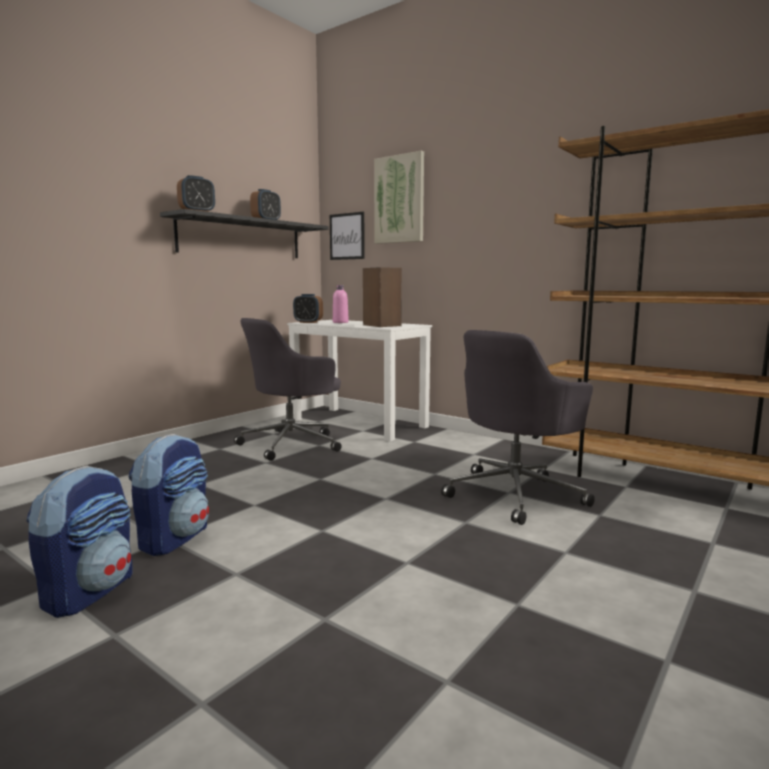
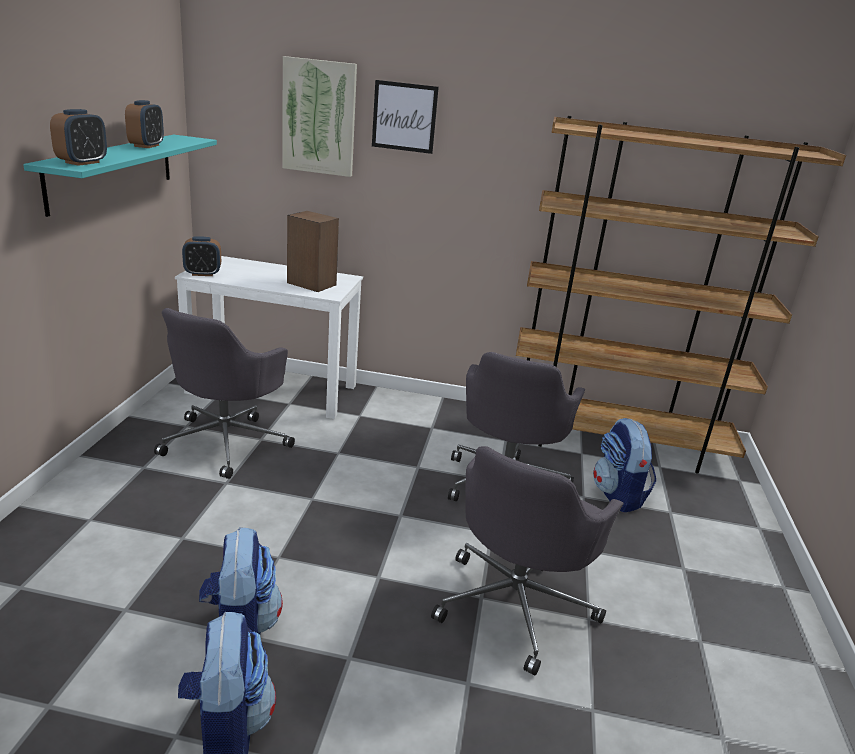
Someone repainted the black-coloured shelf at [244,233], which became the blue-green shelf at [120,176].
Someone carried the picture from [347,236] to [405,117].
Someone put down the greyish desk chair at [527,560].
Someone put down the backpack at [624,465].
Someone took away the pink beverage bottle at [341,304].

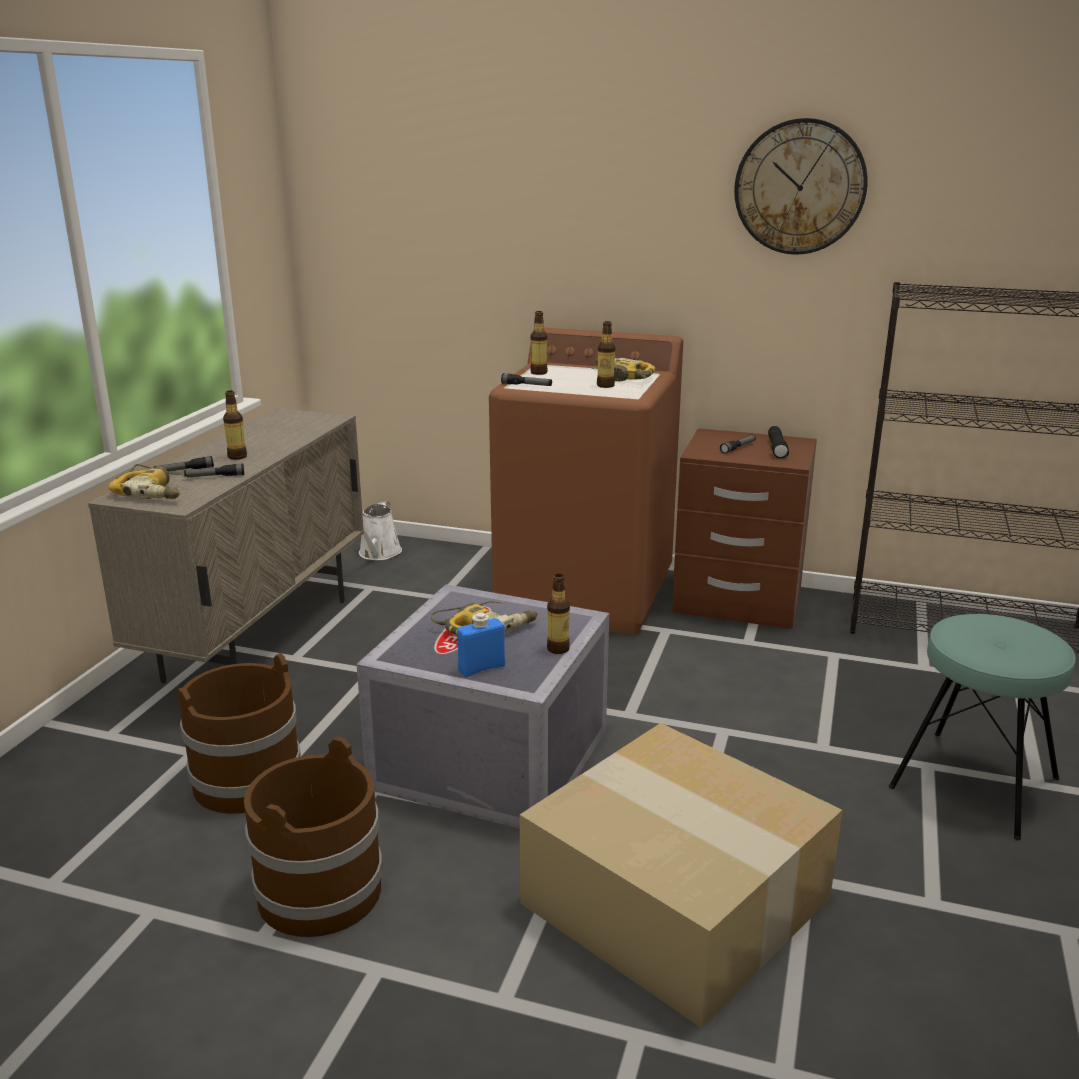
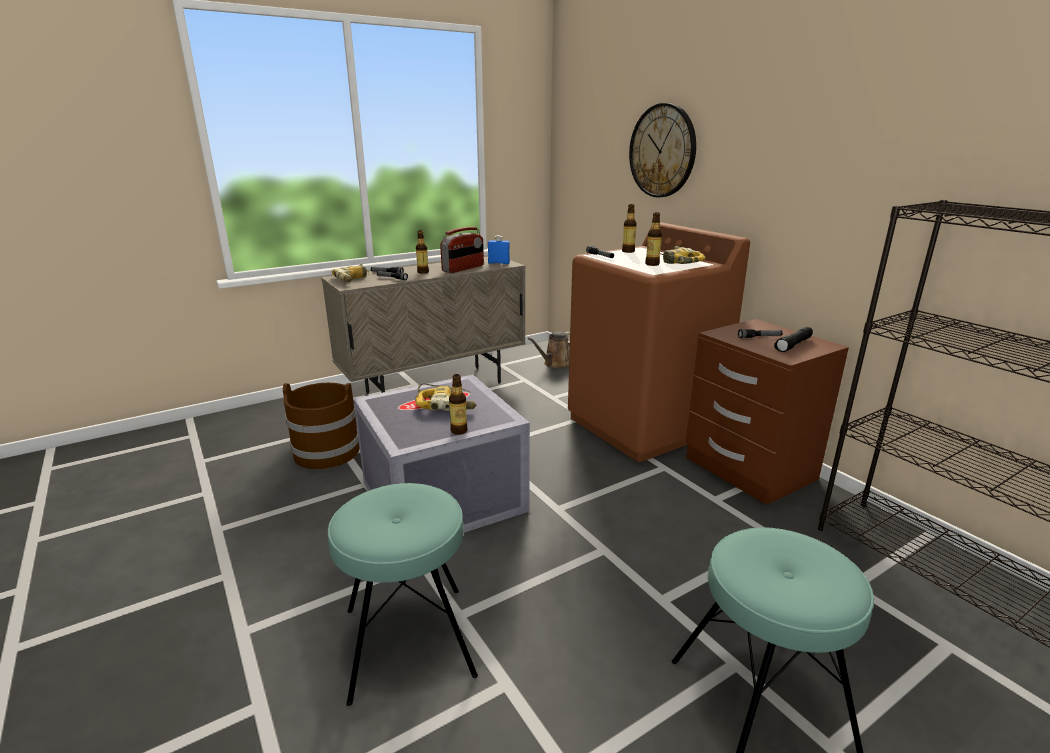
Someone swapped the packing box at [681,875] for the blue-green stool seat at [403,594].
Someone put down the radio at [462,250].
Someone carried the blue beverage bottle from [481,644] to [499,249].
Someone repainted the white sprinkling can at [380,530], which became the brown-coloured sprinkling can at [549,350].
Someone carried the wall clock from [801,186] to [662,150].
Someone took away the brown-coloured pail at [313,836].

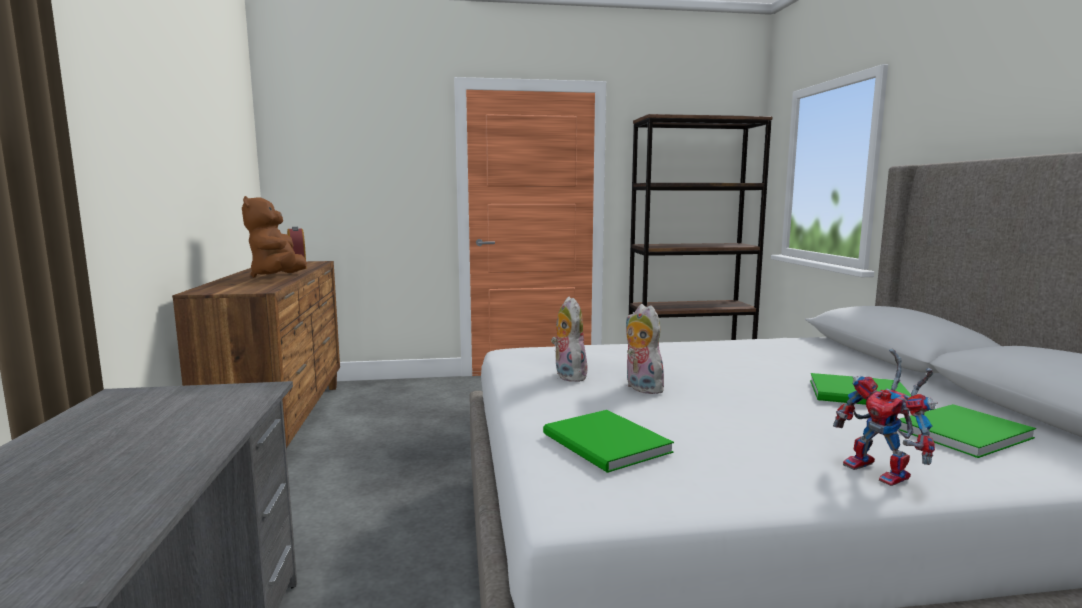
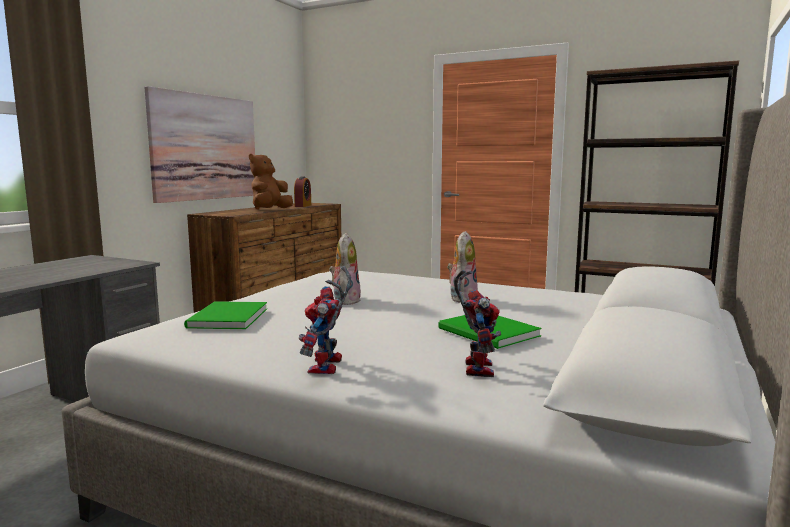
Someone put up the picture at [199,144].
Someone carried the cuddly toy from [569,339] to [462,266].
Someone swapped the green book at [967,431] for the robot figure at [477,323].

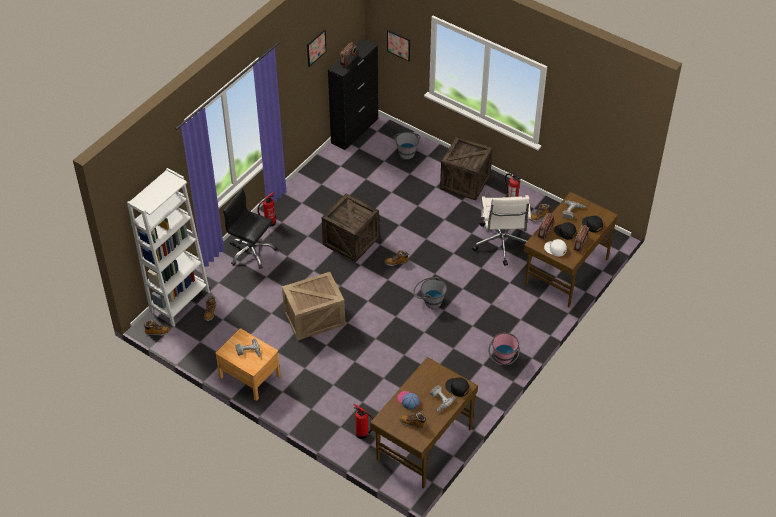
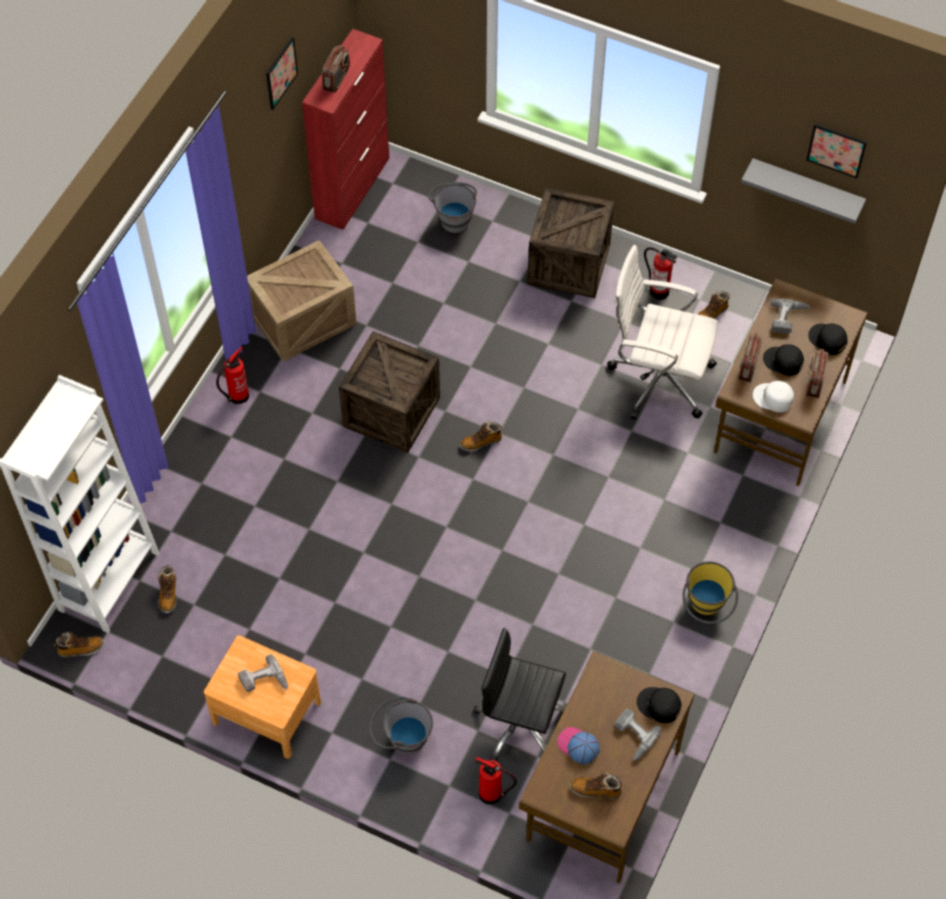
Someone carried the packing crate from [313,306] to [302,301].
Someone repainted the black-coloured cabinet at [353,94], which became the red cabinet at [345,129].
Someone carried the greyish pail from [430,293] to [401,725].
Someone carried the black-coloured desk chair from [250,229] to [519,694].
Someone rotated the white desk chair at [501,230] by 120 degrees clockwise.
Someone repainted the pink pail at [504,349], which became the yellow pail at [710,592].
Someone put up the greyish shelf at [803,191].
Someone carried the picture from [398,46] to [836,151].

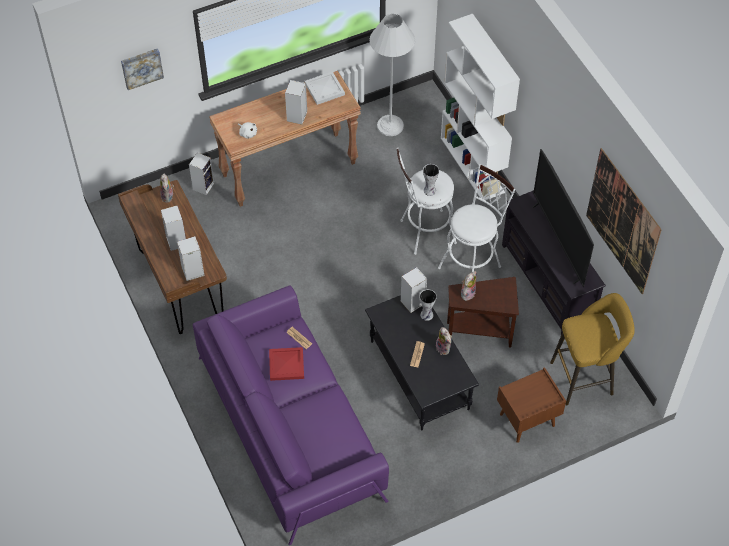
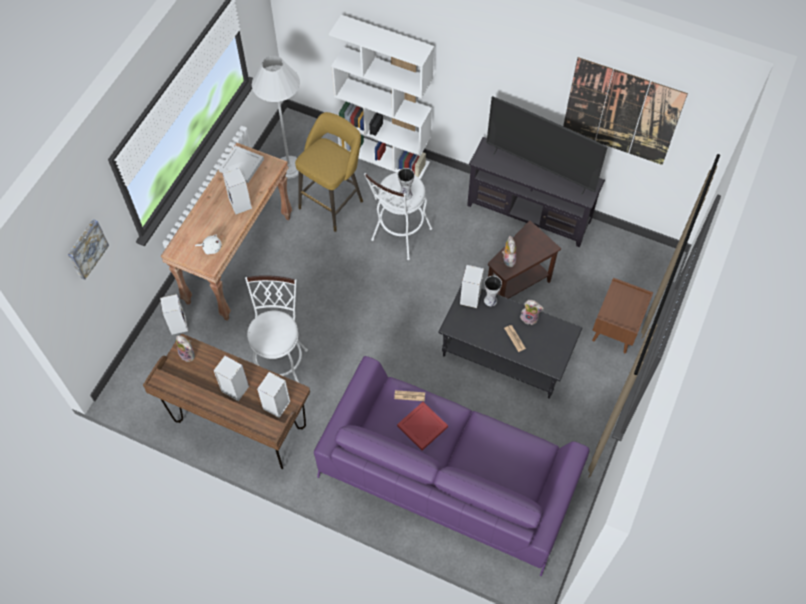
Someone carried the white stool seat from [477,218] to [276,329].
Someone carried the yellow stool seat from [592,349] to [329,172].

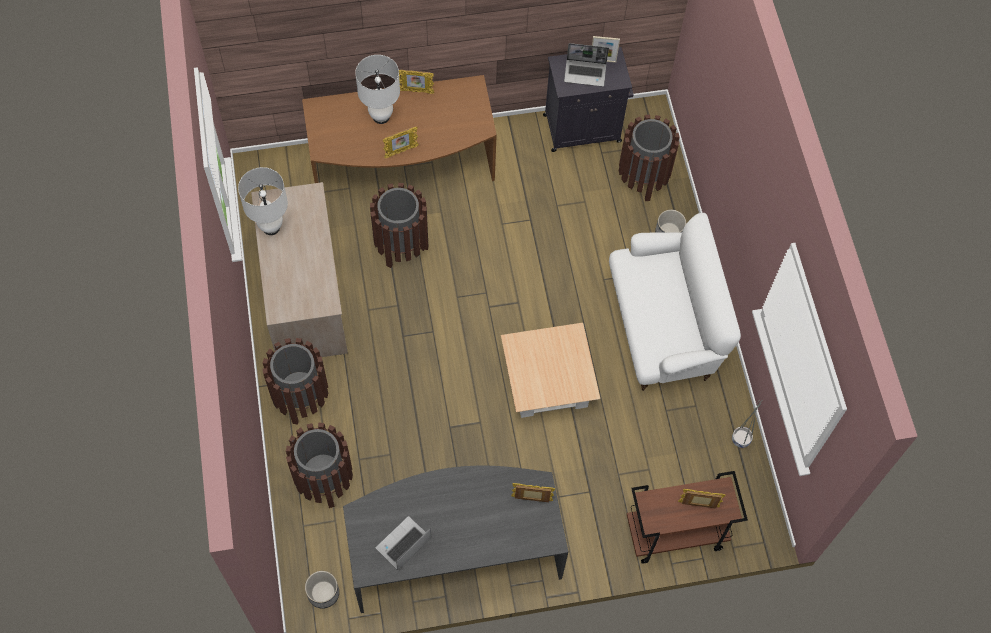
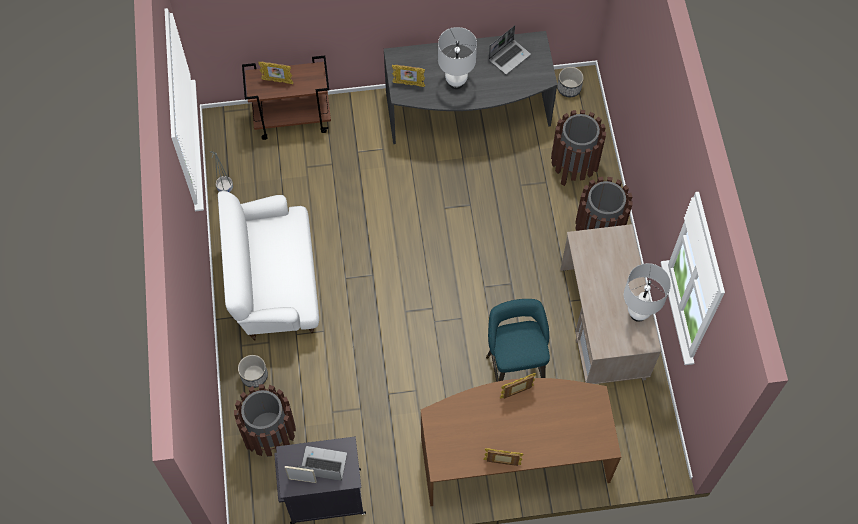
Someone carried the white lamp for a table from [377,89] to [457,58].
Someone swapped the brown-coloured trash can at [399,225] for the blue-green stool seat at [518,340].
Someone took away the beige-coloured low table at [550,370].

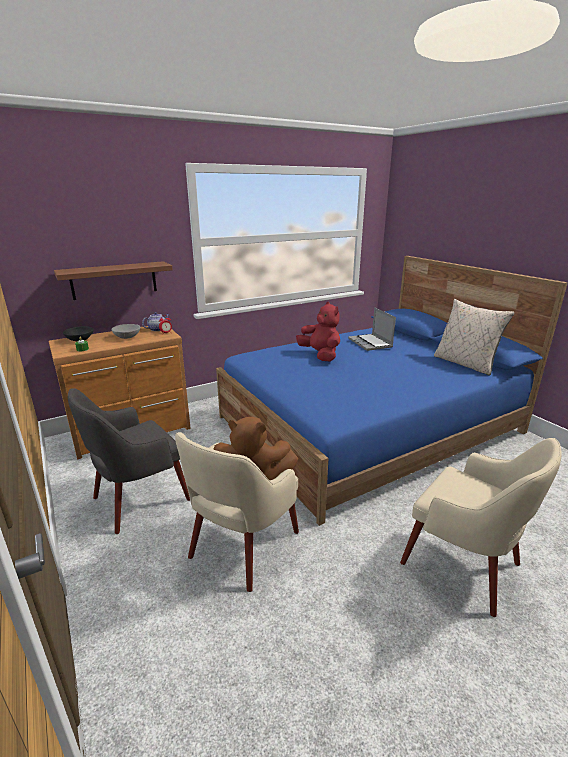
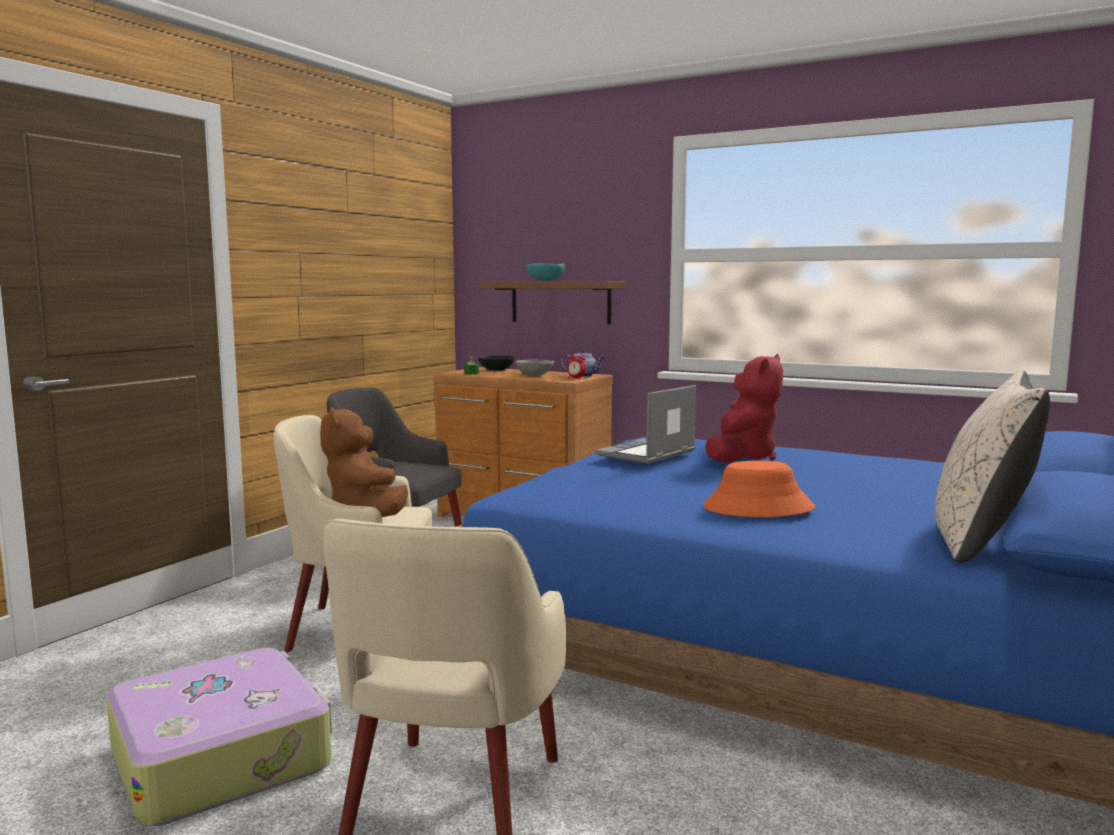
Someone put down the suitcase at [219,737].
Someone put down the blue-green deep dish at [545,272].
Someone carried the notebook computer from [372,329] to [646,424].
Someone put down the orangey hat at [759,488].

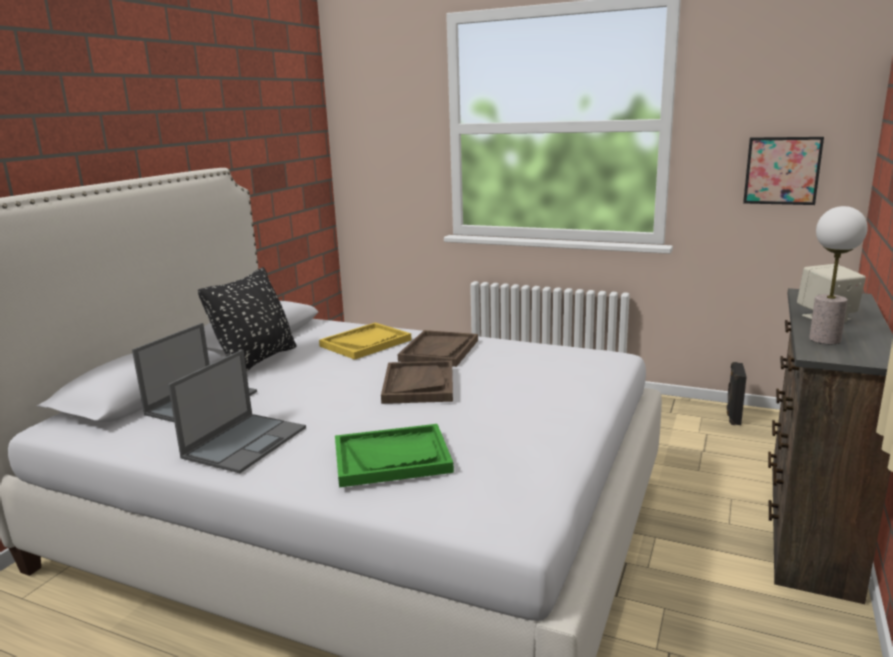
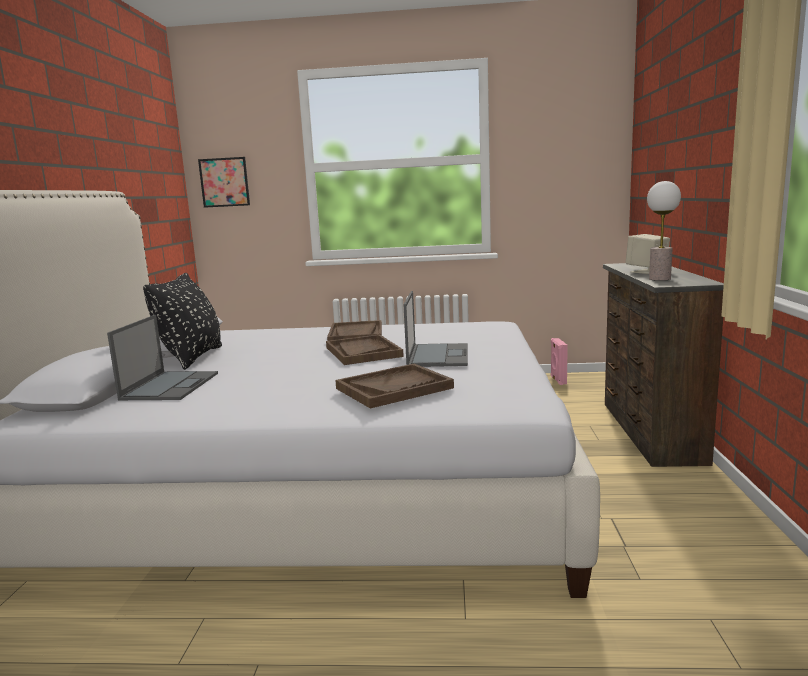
Someone carried the picture from [783,171] to [224,182].
Someone repainted the green tray at [394,455], which became the brown-coloured tray at [394,386].
Someone carried the notebook computer from [237,411] to [436,329].
Someone repainted the black-coloured audio speaker at [737,393], which became the pink audio speaker at [559,361].
Someone took away the yellow tray at [365,341].

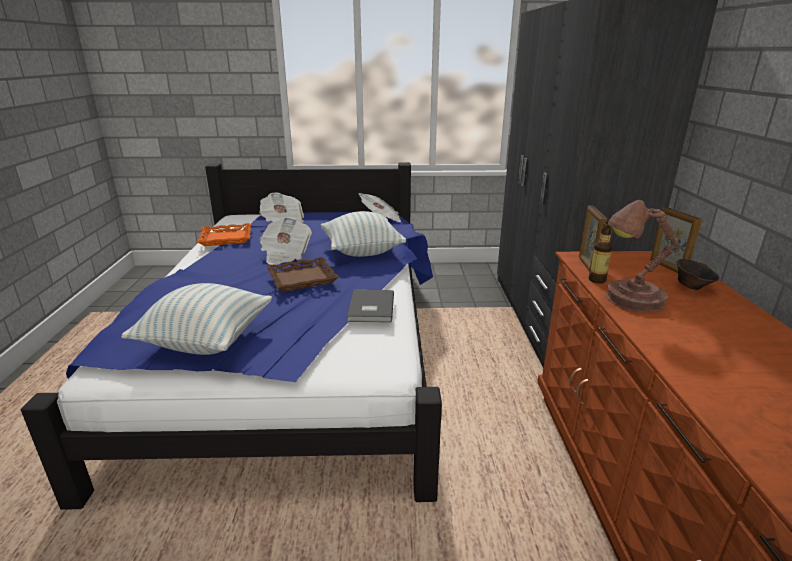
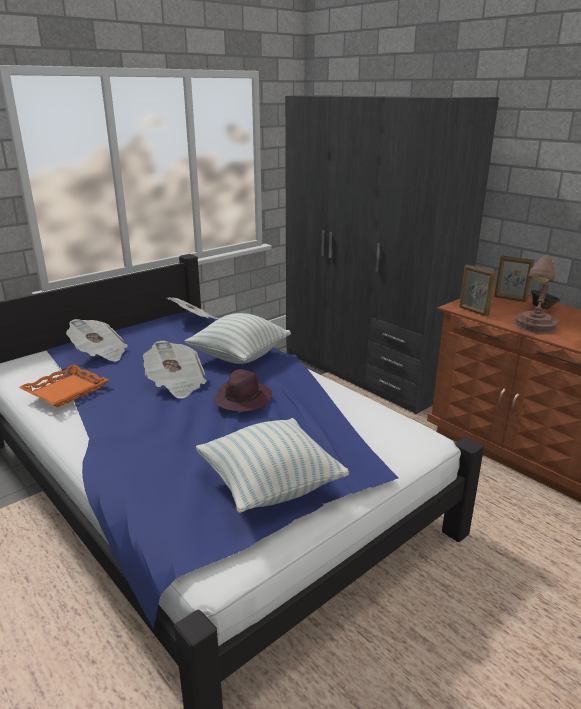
Someone swapped the brown-coloured tray at [302,274] for the purplish hat at [242,390].
Someone took away the greyish book at [370,306].
Someone took away the beverage bottle at [600,253].

